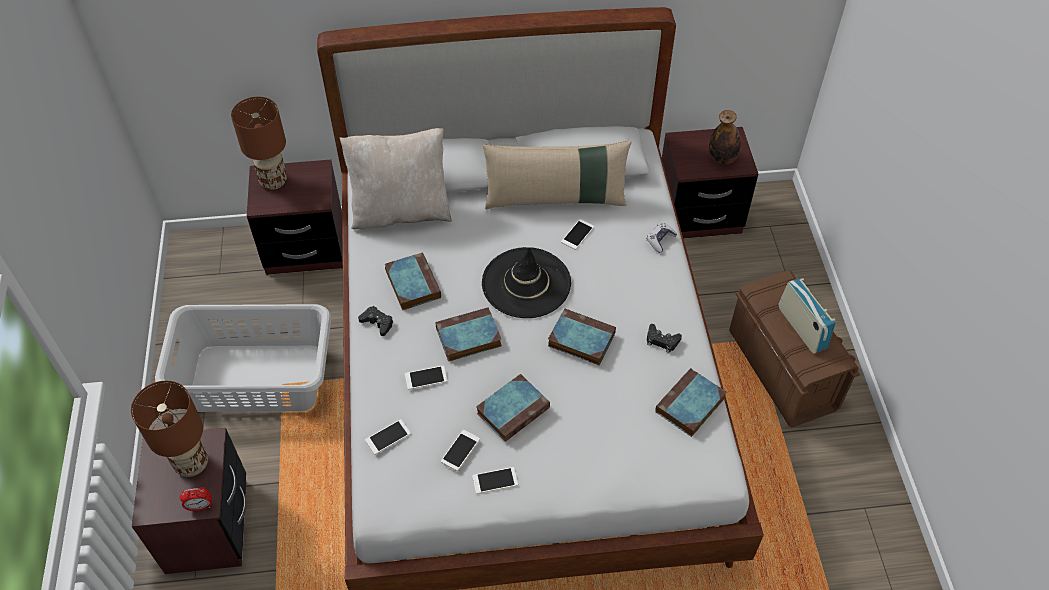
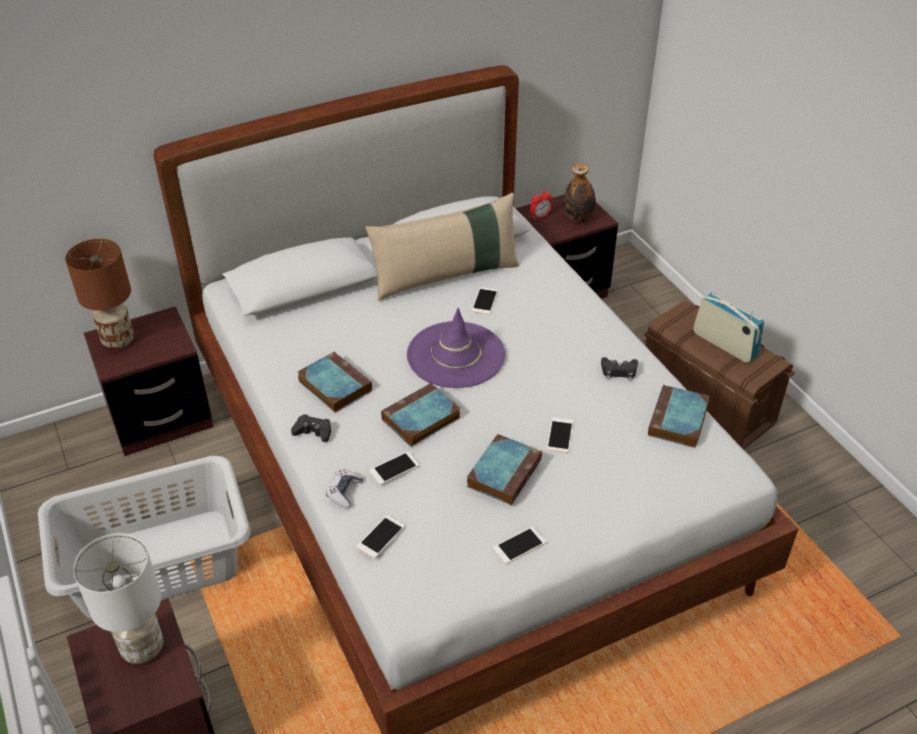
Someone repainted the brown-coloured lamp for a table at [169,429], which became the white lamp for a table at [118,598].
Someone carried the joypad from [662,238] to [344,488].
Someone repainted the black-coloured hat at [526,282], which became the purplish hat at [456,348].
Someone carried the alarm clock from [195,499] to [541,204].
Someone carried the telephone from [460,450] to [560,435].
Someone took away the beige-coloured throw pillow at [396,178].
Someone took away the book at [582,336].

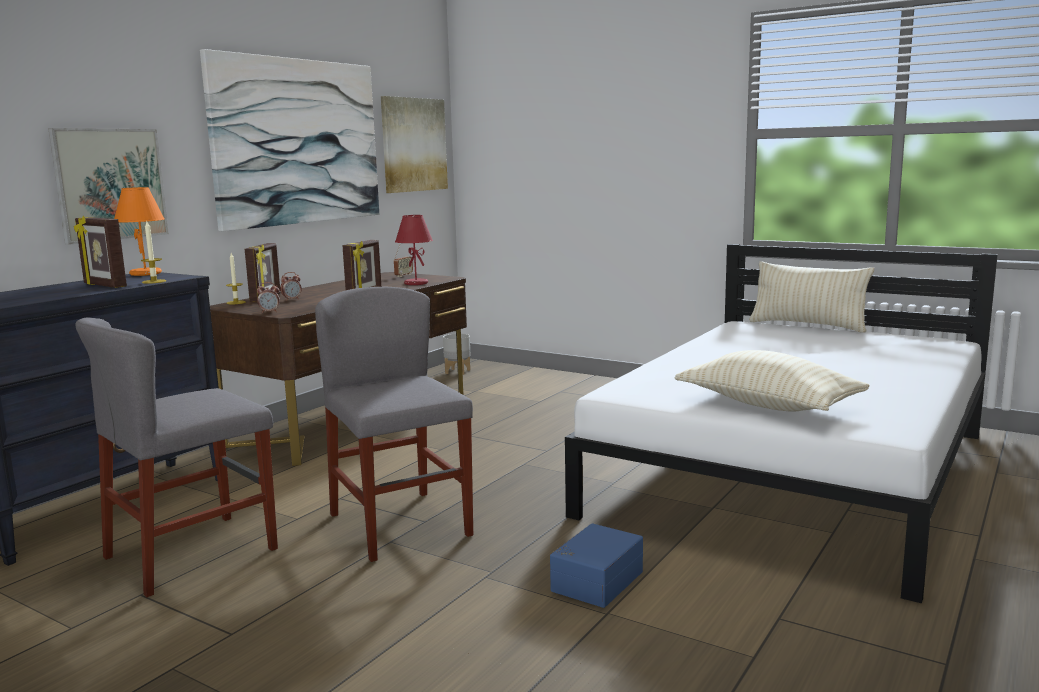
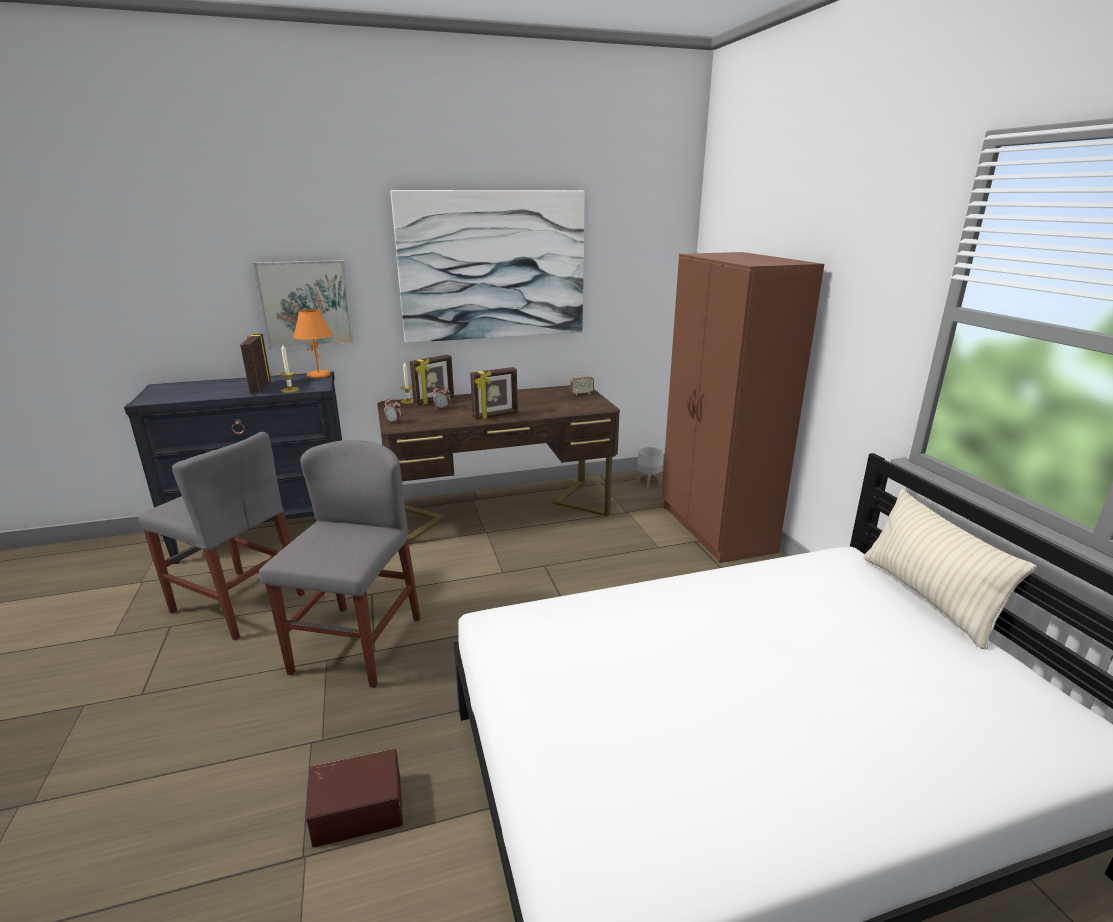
Someone rotated the greyish chair at [176,457] by 150 degrees counterclockwise.
Someone repainted the blue storage box at [596,565], which became the brown-coloured storage box at [354,798].
Someone put down the brown-coloured wardrobe at [743,407].
Someone took away the picture at [414,144].
Someone took away the red lamp for a table at [414,250].
Someone took away the beige-coloured throw pillow at [772,381].

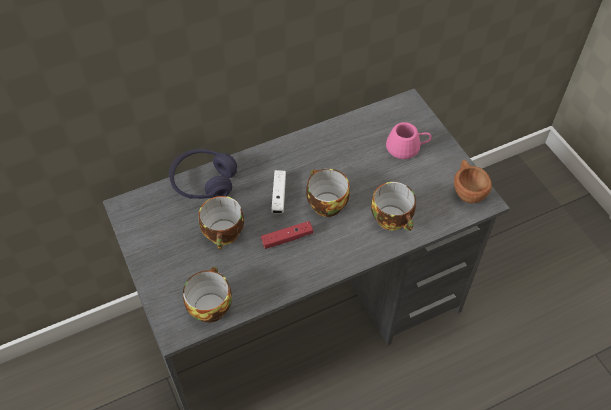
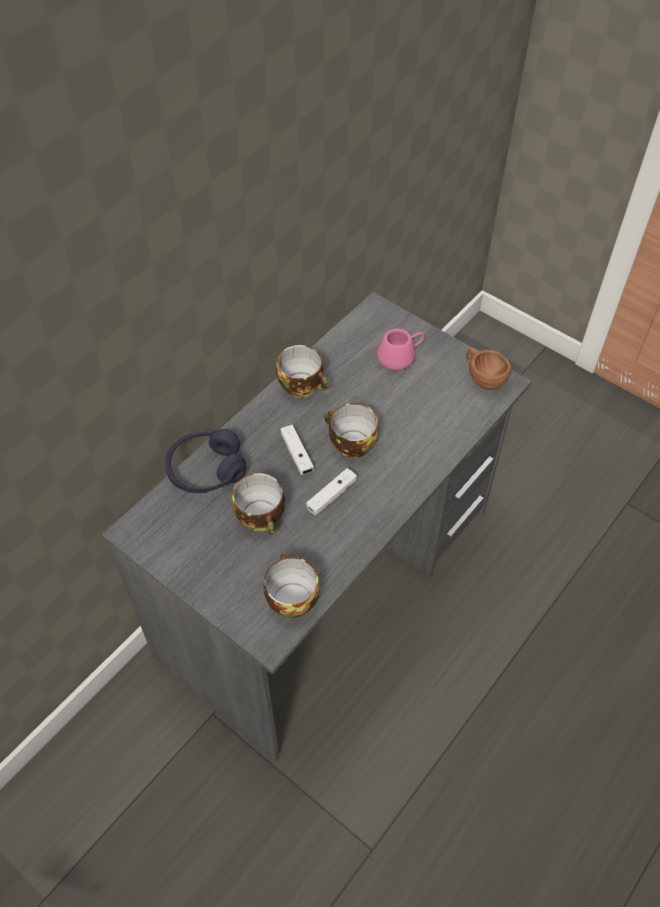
Someone carried the small cup from [393,206] to [302,371].
Someone repainted the red joypad at [287,235], which became the white joypad at [331,491].

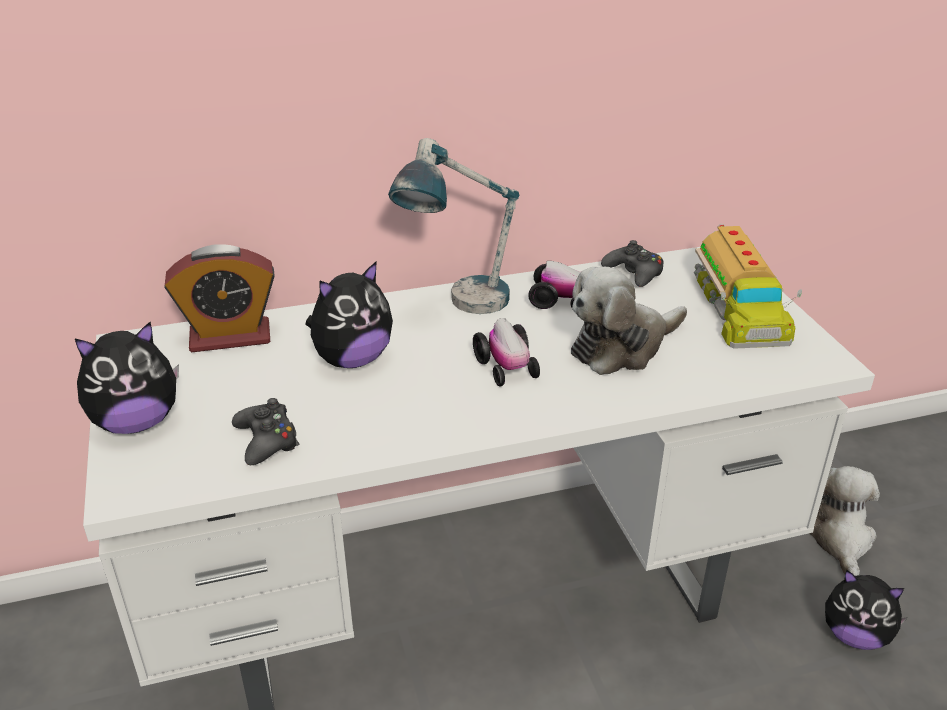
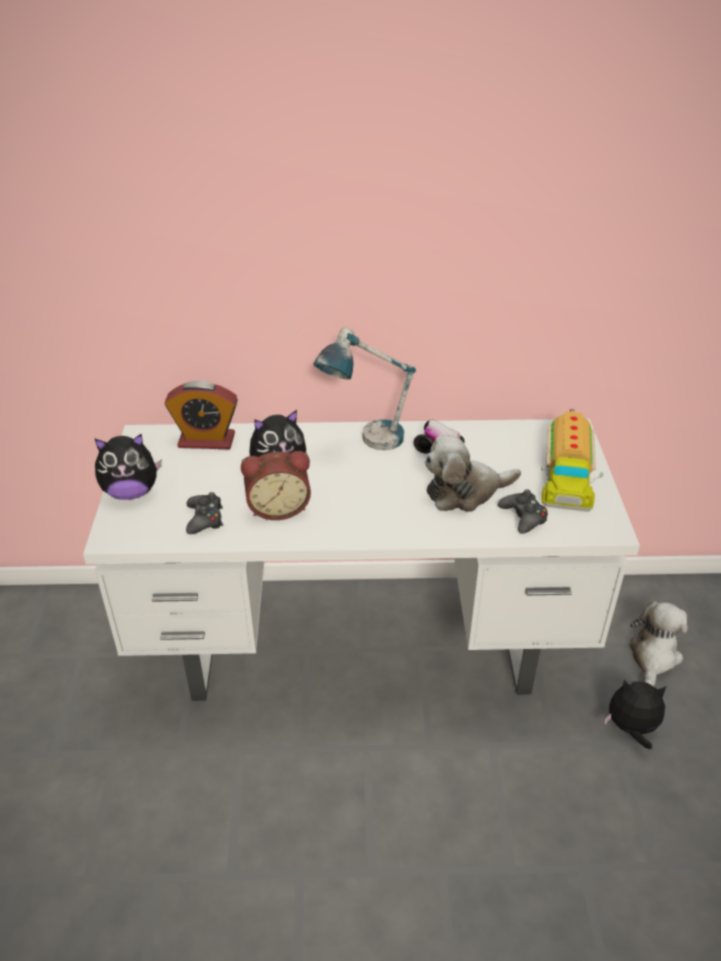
Someone put down the alarm clock at [276,485].
Someone carried the black-coloured joypad from [632,263] to [523,511].
Someone rotated the cuddly toy at [866,610] by 150 degrees clockwise.
Someone took away the miniature car at [506,352].

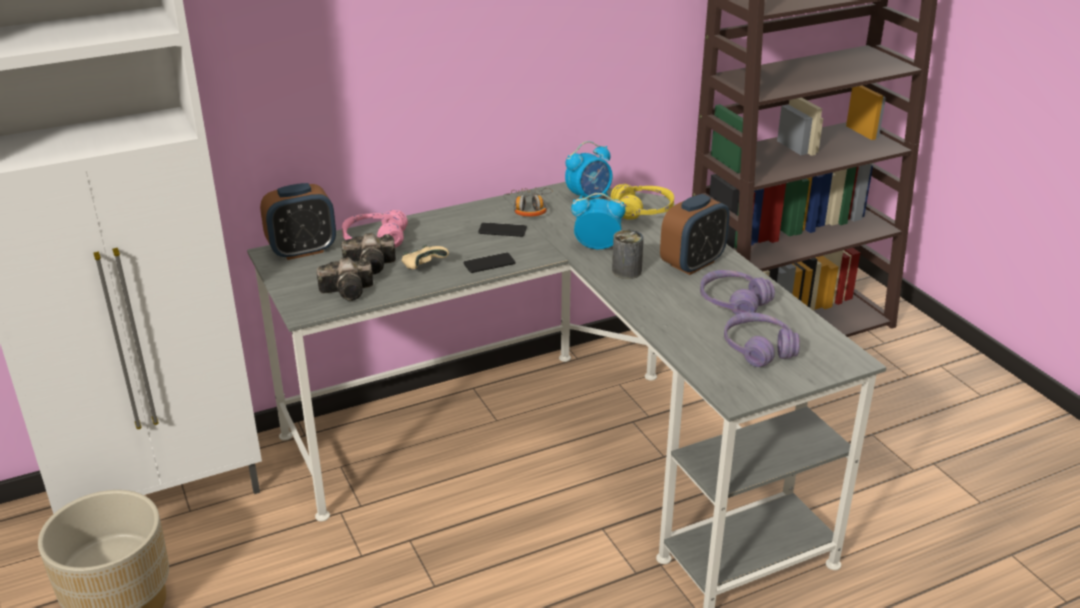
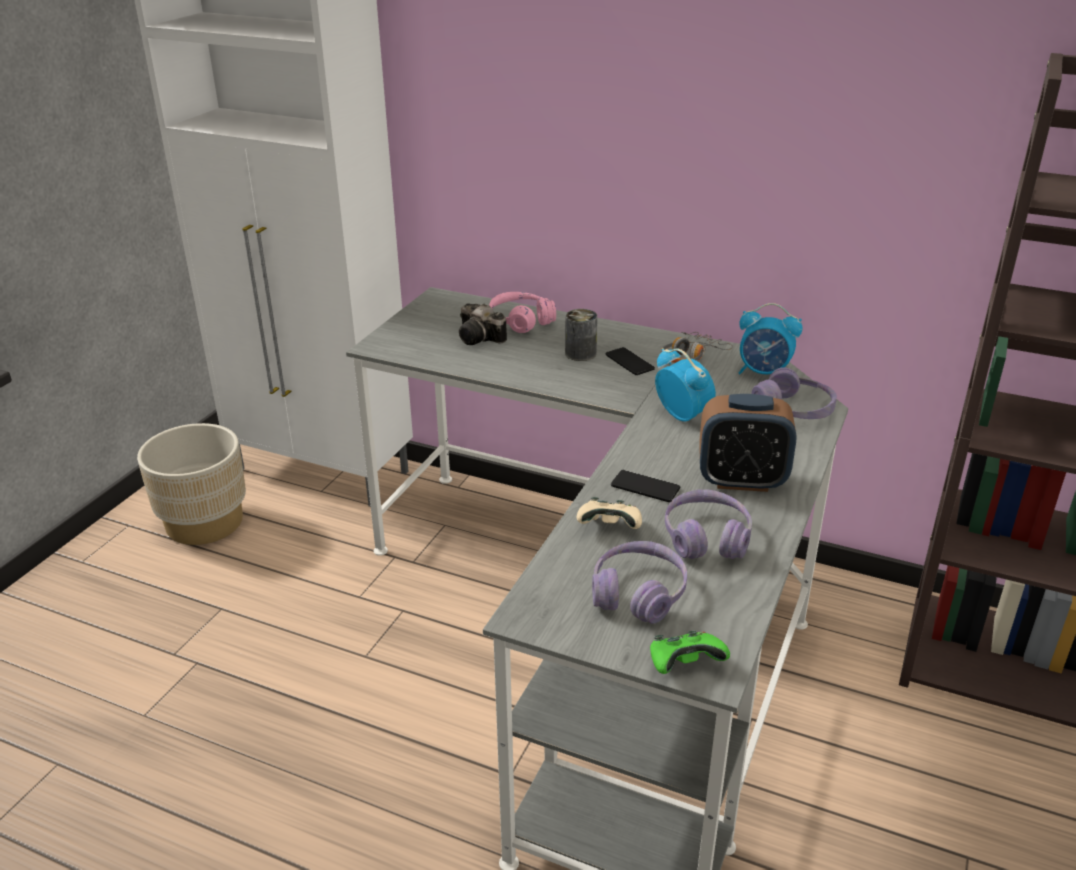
Someone carried the sealed can from [628,254] to [581,335].
Someone carried the beige-coloured joypad from [425,257] to [609,513].
Someone carried the telephone from [489,262] to [646,486].
Someone put down the green joypad at [690,652].
Someone repainted the yellow pair of headphones at [642,202], which became the purplish pair of headphones at [794,393].
Someone took away the alarm clock at [298,221].
Someone took away the still camera at [345,279].

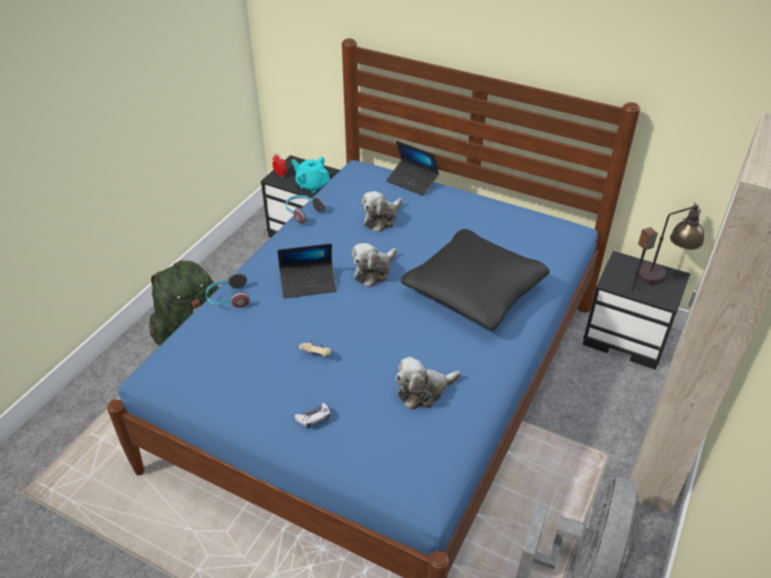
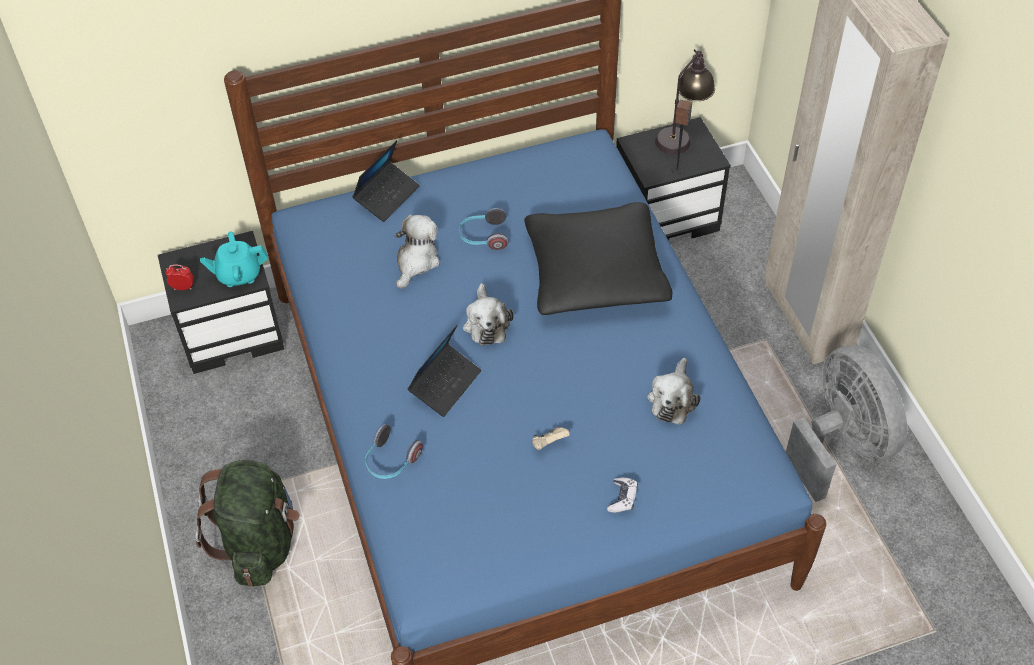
Someone rotated the notebook computer at [412,168] by 45 degrees counterclockwise.
Someone rotated the cuddly toy at [382,211] by 150 degrees counterclockwise.
Someone carried the pair of headphones from [305,209] to [484,229].

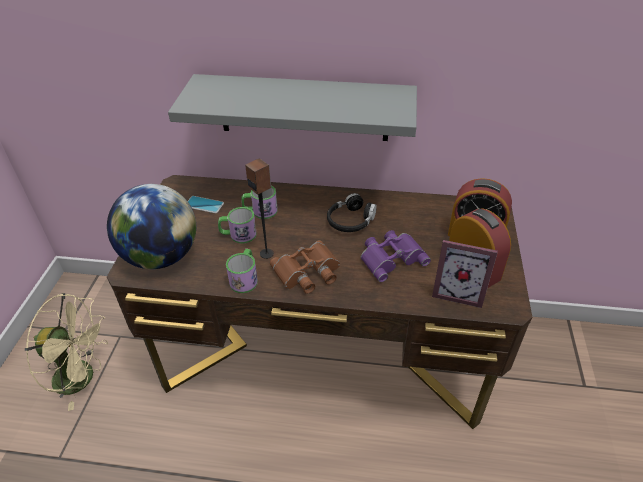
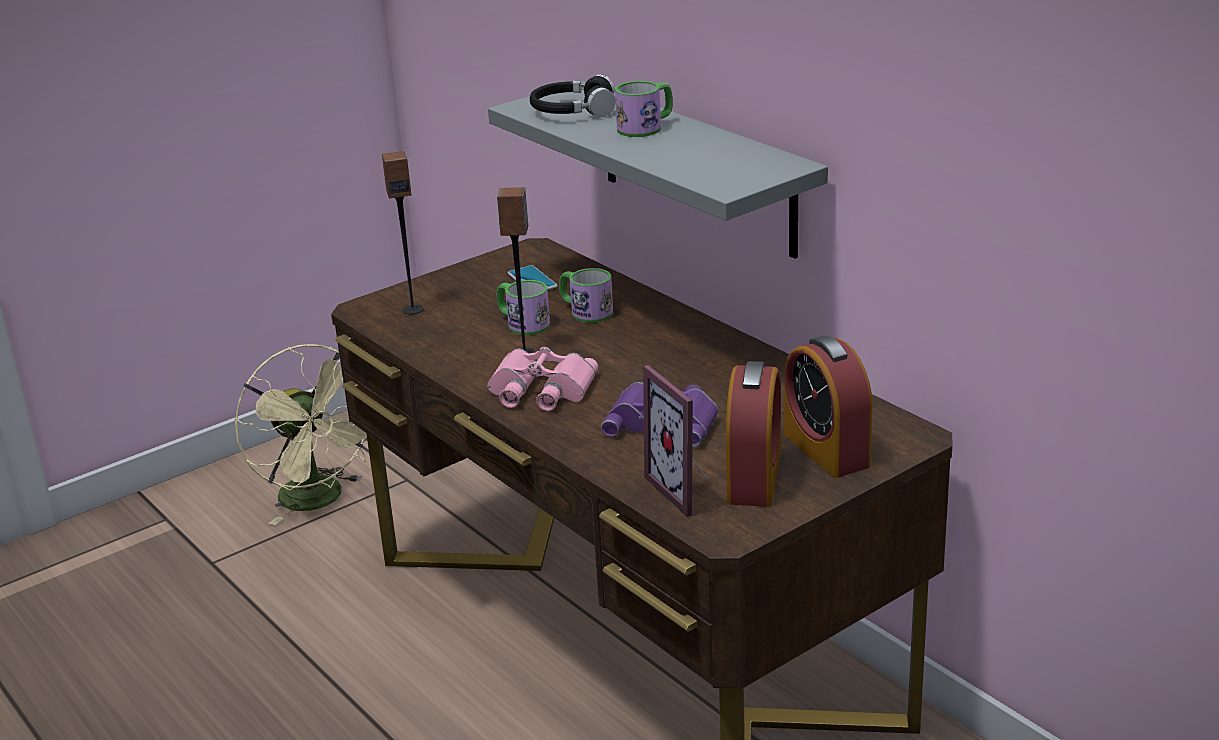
Someone swapped the desk globe at [151,226] for the audio speaker at [403,233].
Someone repainted the brown-coloured binoculars at [305,267], which became the pink binoculars at [542,379].
Someone carried the black-coloured pair of headphones from [352,212] to [573,95].
Someone carried the mug from [242,271] to [644,109].

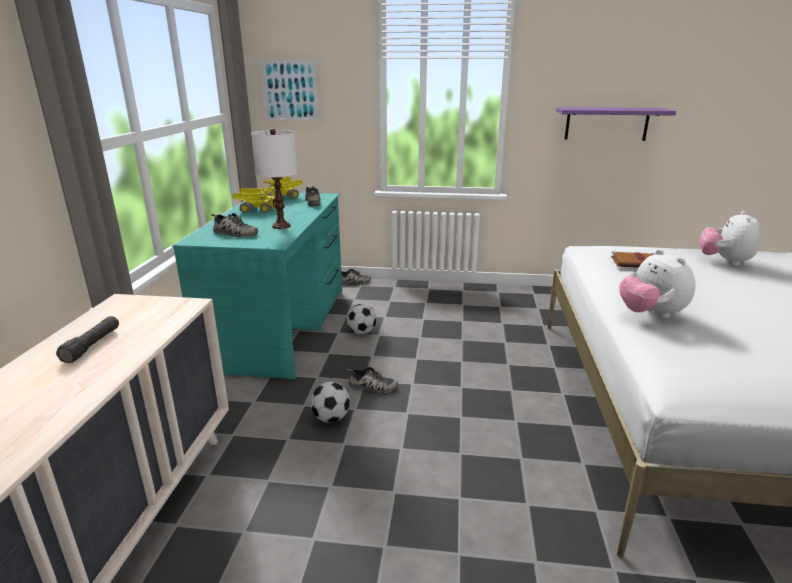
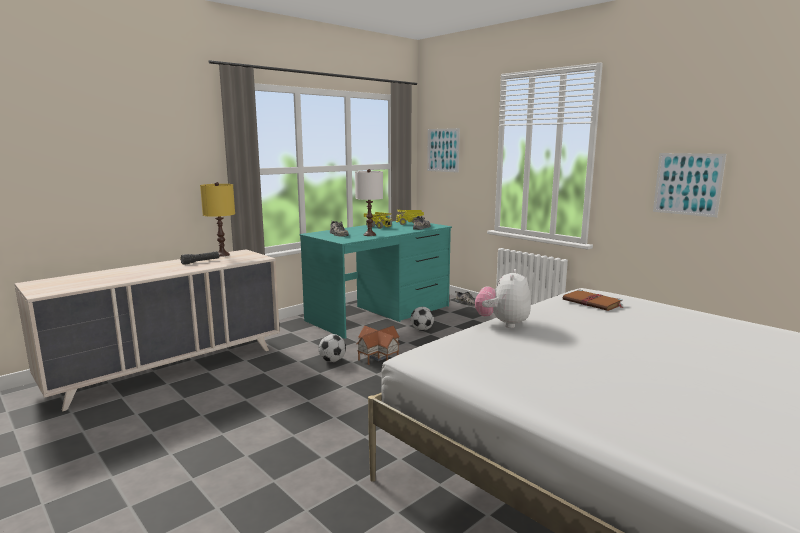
Someone put down the yellow lamp for a table at [217,219].
Someone swapped the shoe at [372,380] for the toy house at [378,345].
Someone swapped the purplish shelf at [616,124] for the picture at [689,185].
Someone took away the cuddly toy at [730,238].

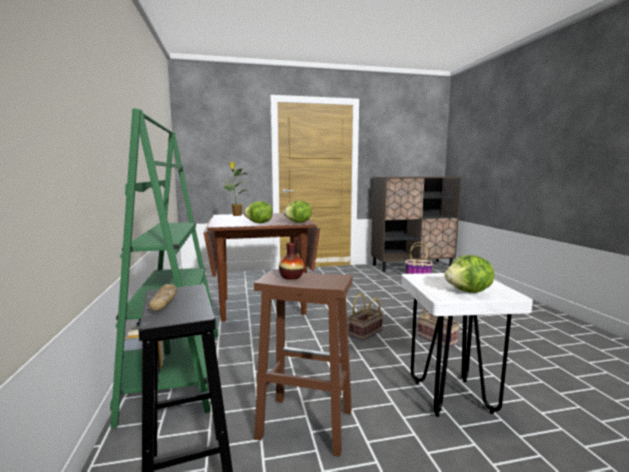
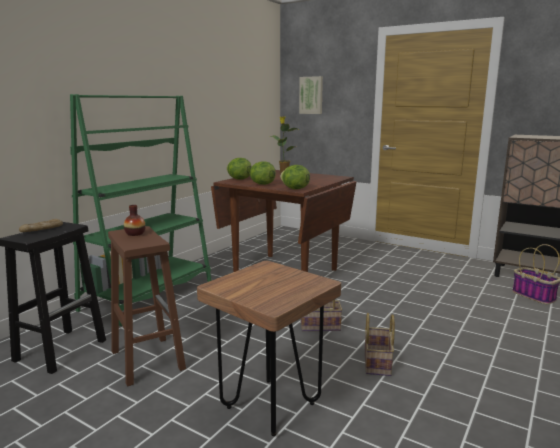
Someone repainted the white stool seat at [467,345], which became the brown-coloured stool seat at [269,348].
Someone carried the lettuce from [469,274] to [239,169].
Someone put up the picture at [311,95].

